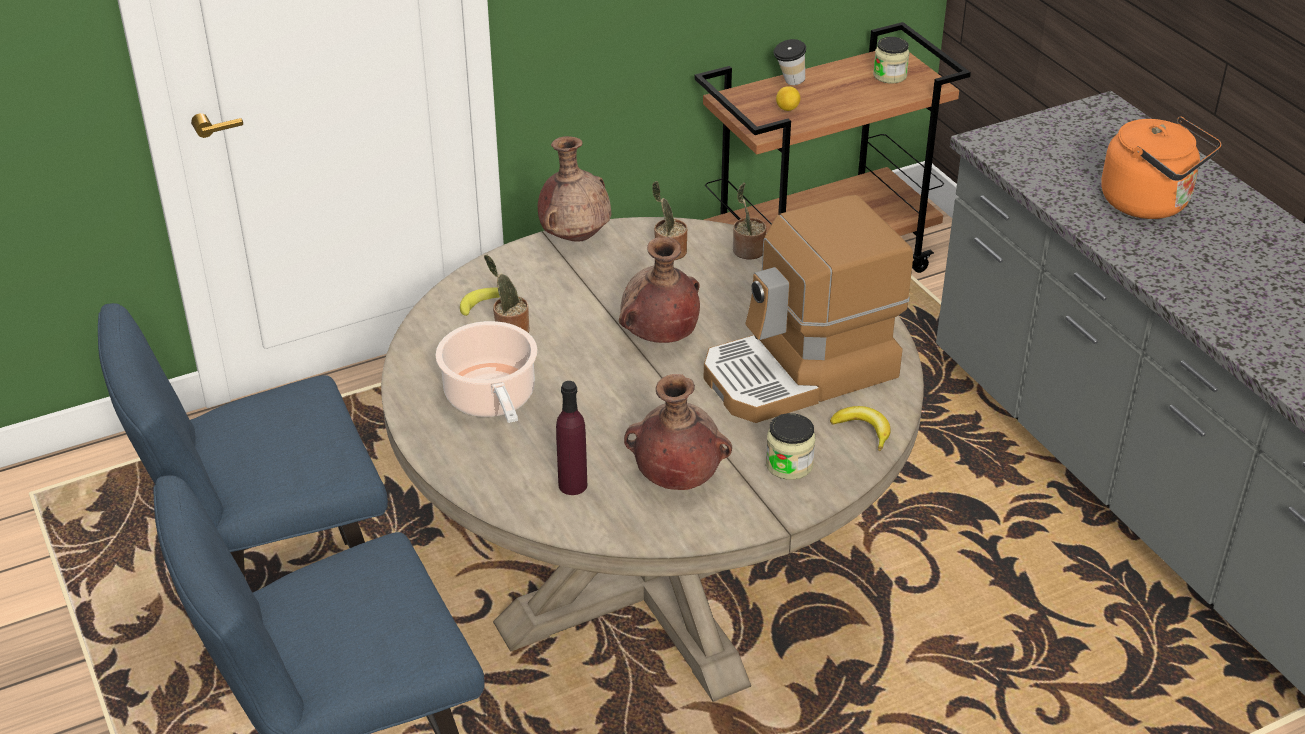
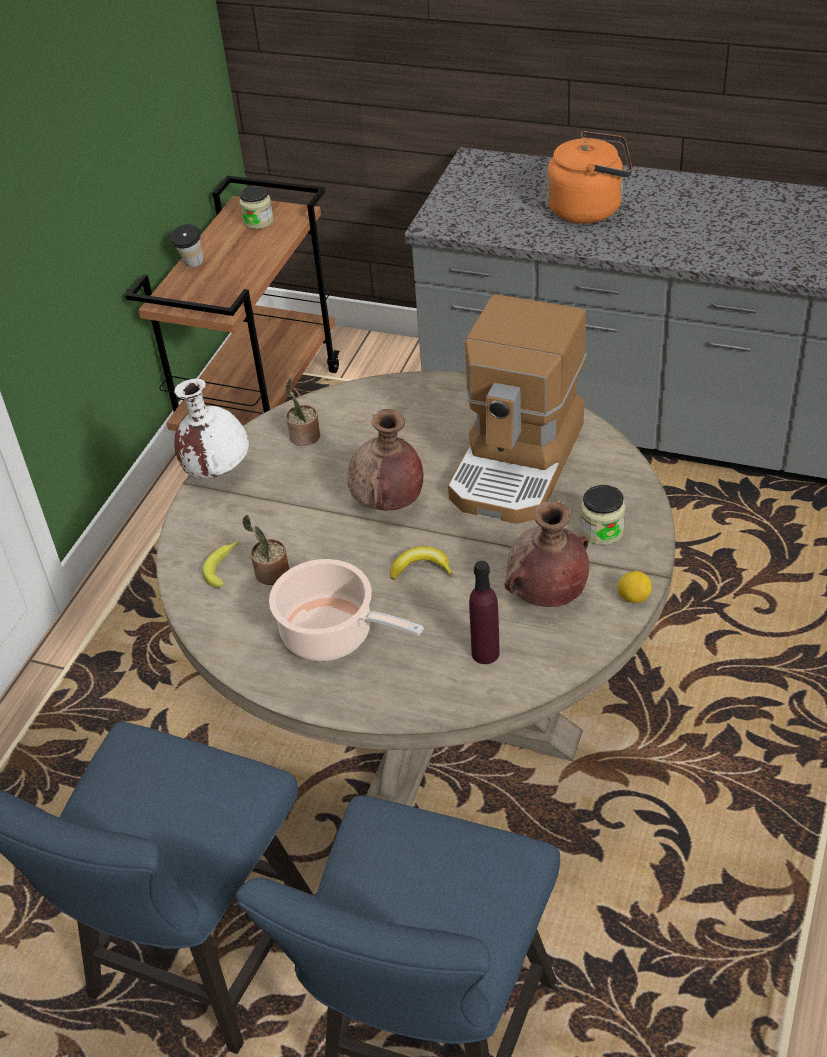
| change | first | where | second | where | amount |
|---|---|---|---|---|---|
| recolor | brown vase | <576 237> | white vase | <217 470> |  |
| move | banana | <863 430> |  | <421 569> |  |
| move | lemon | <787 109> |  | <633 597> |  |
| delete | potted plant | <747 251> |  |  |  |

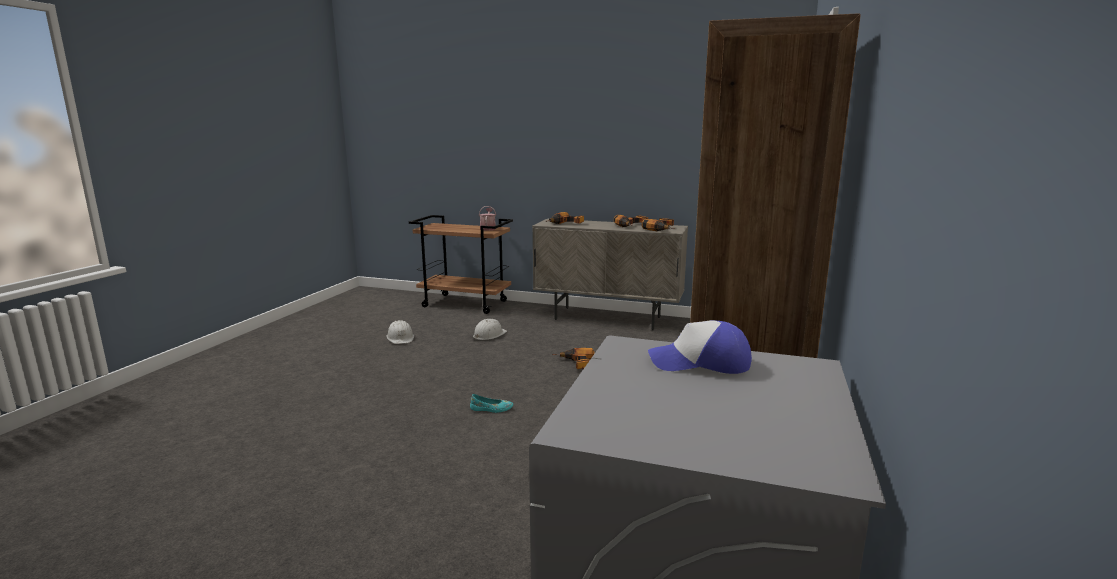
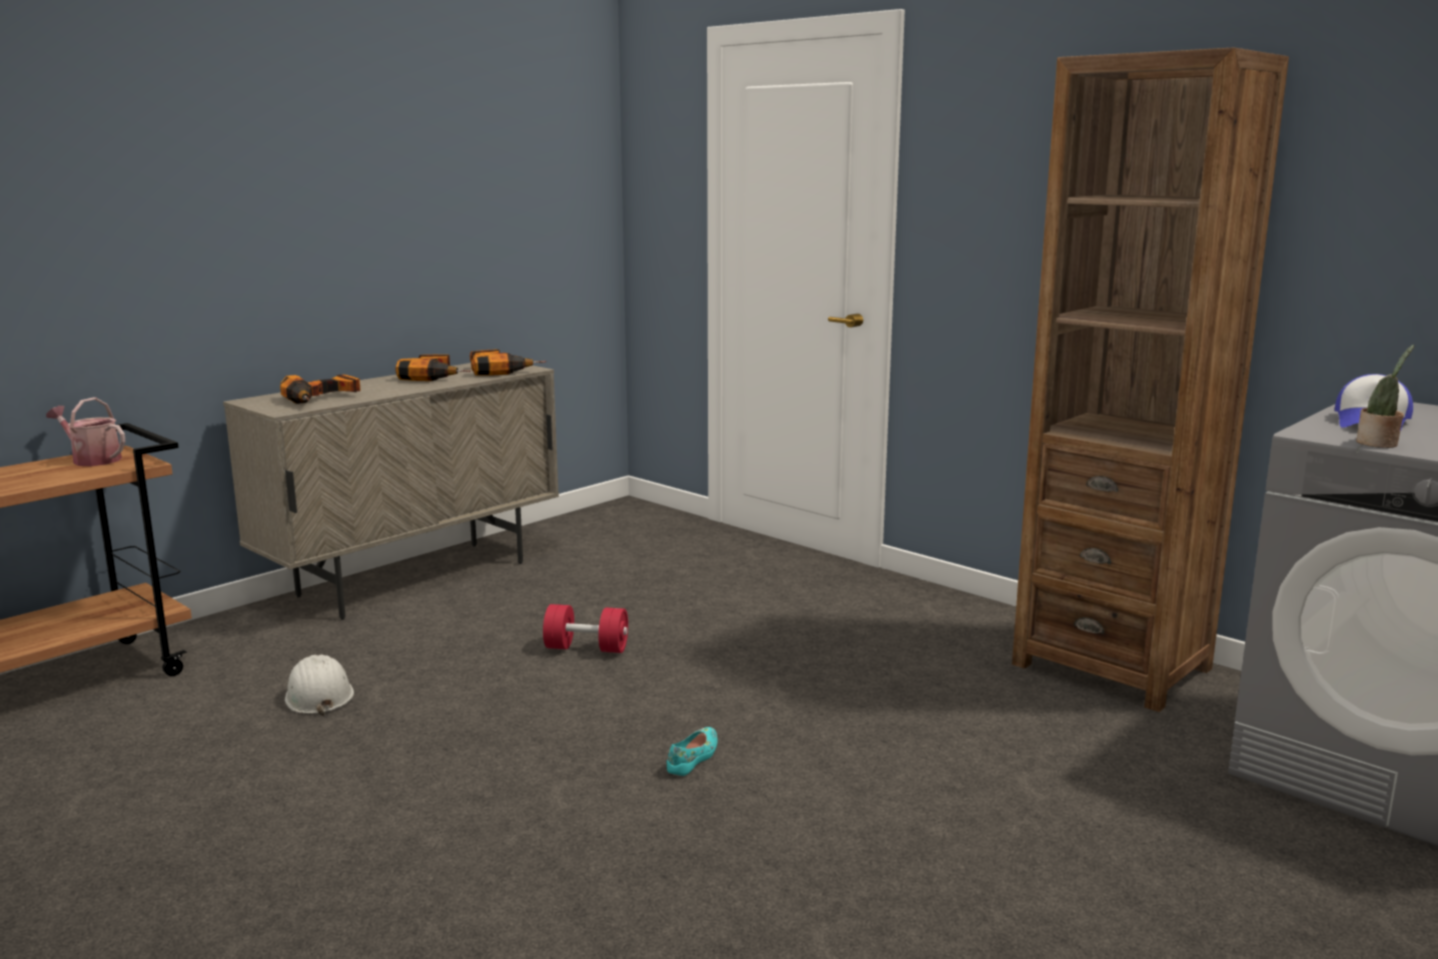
| change | first | where | second | where | amount |
|---|---|---|---|---|---|
| replace | power drill | <577 364> | red dumbbell | <586 648> |  |
| insert |  |  | potted plant | <1379 444> |  |
| delete | white hard hat | <400 338> |  |  |  |

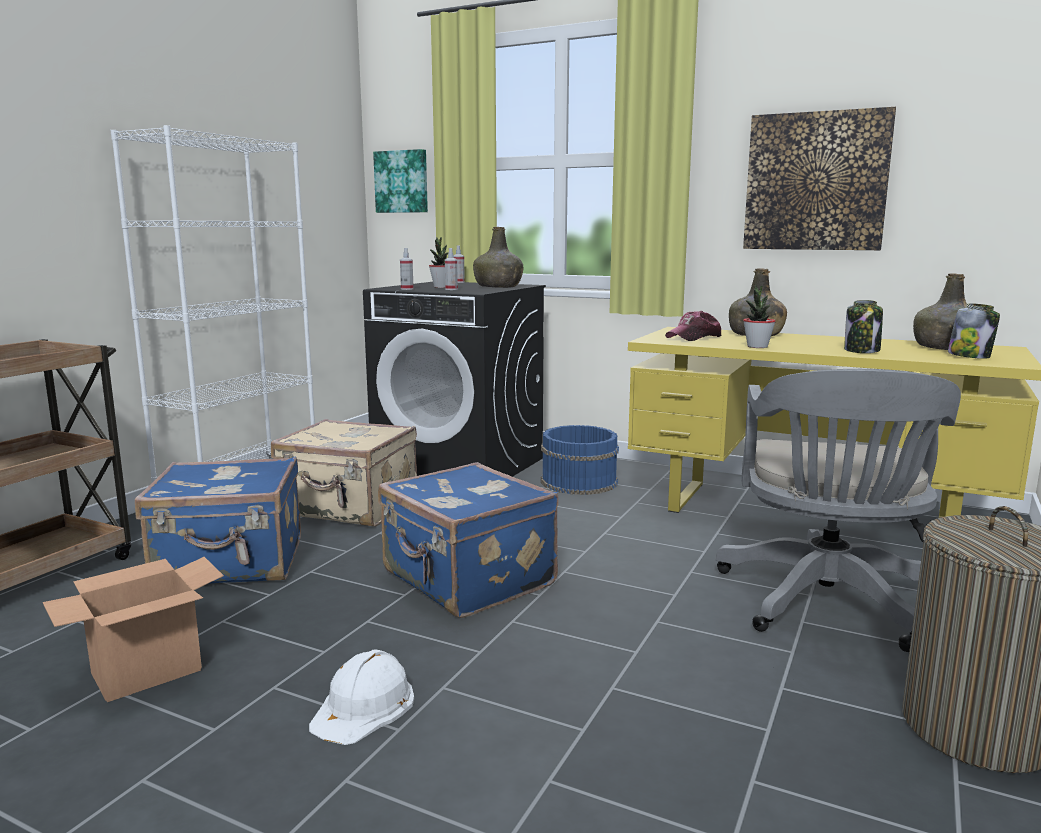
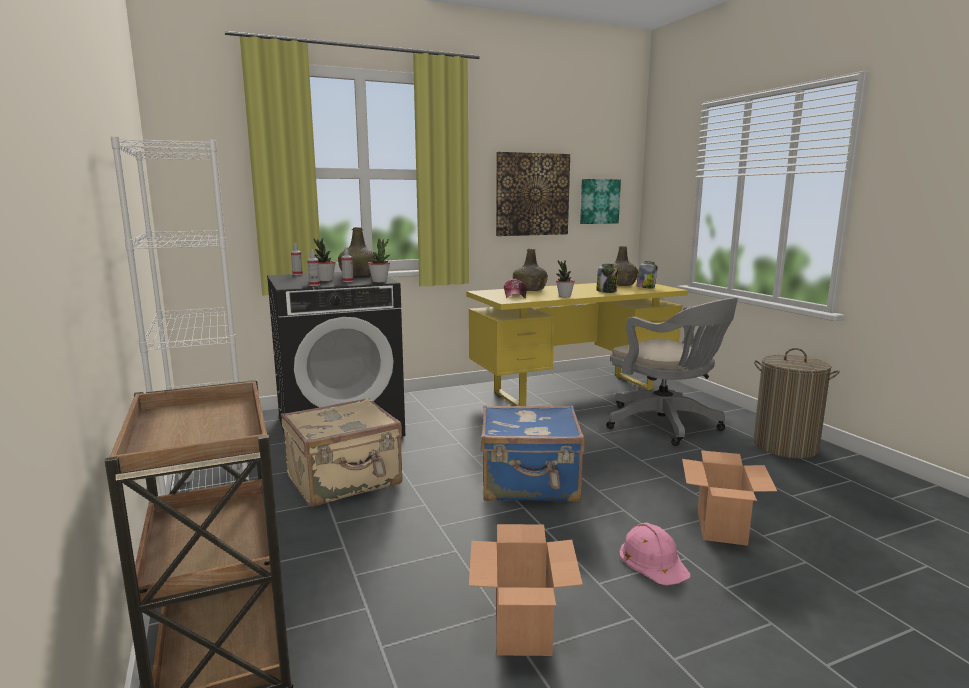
| change | first | where | second | where | amount |
|---|---|---|---|---|---|
| insert |  |  | potted plant | <379 281> |  |
| move | picture | <402 182> |  | <599 201> |  |
| recolor | white hard hat | <364 707> | pink hard hat | <653 560> |  |
| insert |  |  | cardboard box | <721 528> |  |
| delete | blue suitcase | <231 563> |  |  |  |
| delete | blue bucket | <578 481> |  |  |  |

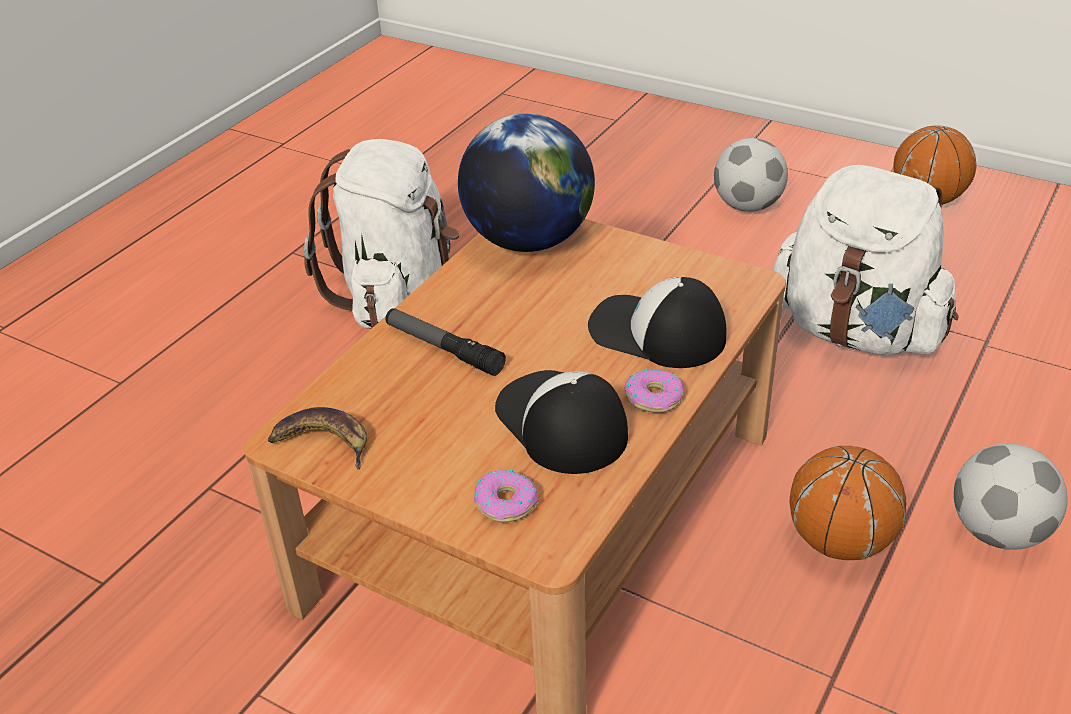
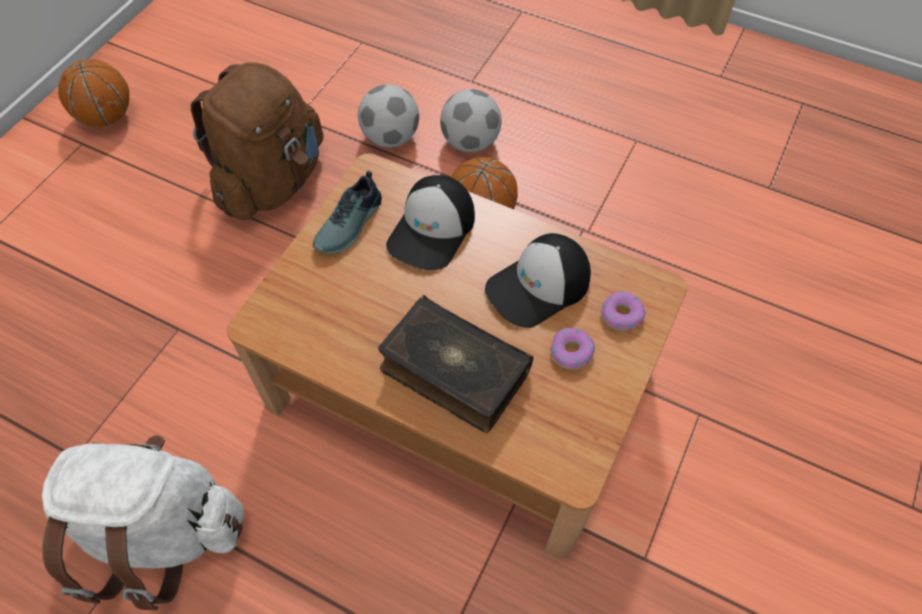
| change | first | where | second | where | amount |
|---|---|---|---|---|---|
| recolor | white backpack | <856 331> | brown backpack | <273 181> |  |
| insert |  |  | shoe | <351 225> |  |
| move | football | <747 206> |  | <390 138> |  |
| replace | flashlight | <443 349> | book | <453 371> |  |
| move | donut | <653 397> |  | <571 352> |  |
| delete | banana | <324 442> |  |  |  |
| delete | globe | <528 240> |  |  |  |

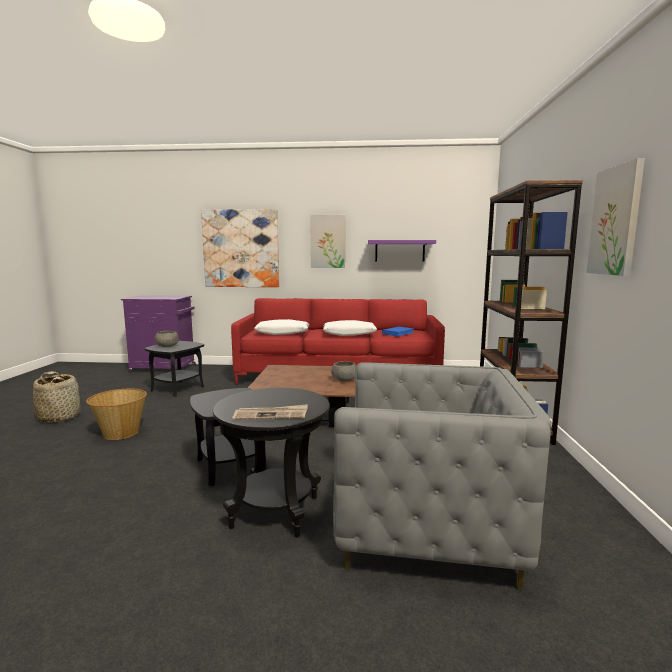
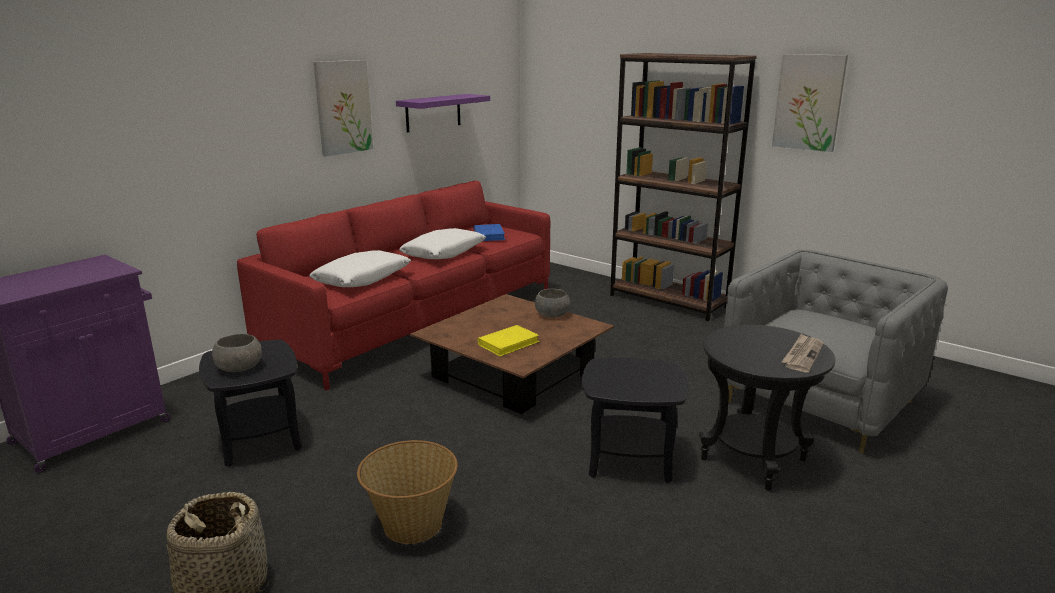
| change | first | where | second | where | amount |
|---|---|---|---|---|---|
| insert |  |  | yellow book | <509 343> |  |
| delete | picture | <241 248> |  |  |  |

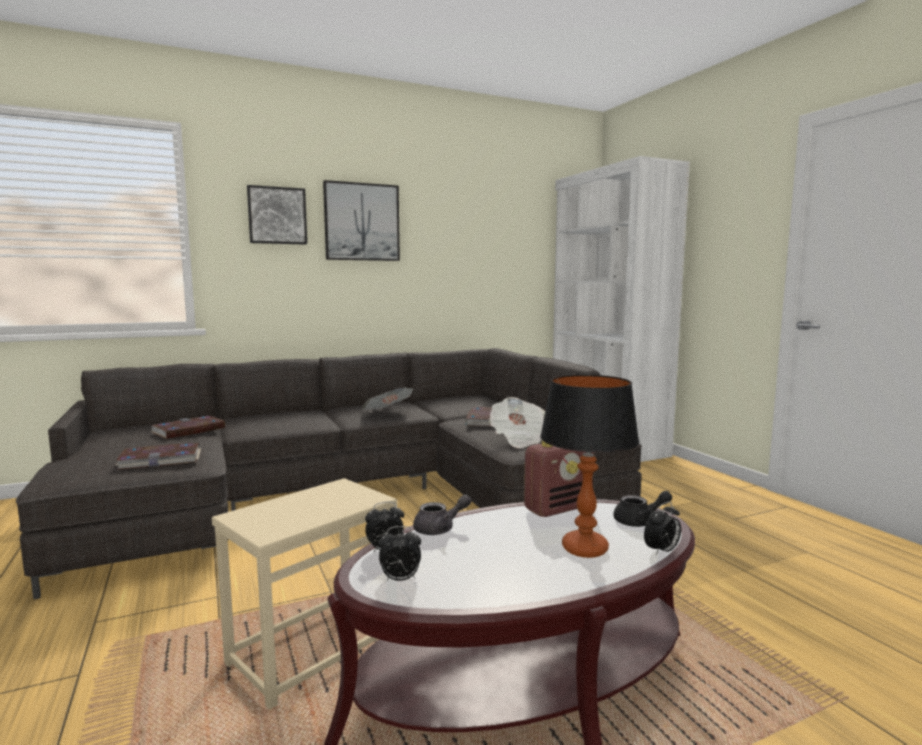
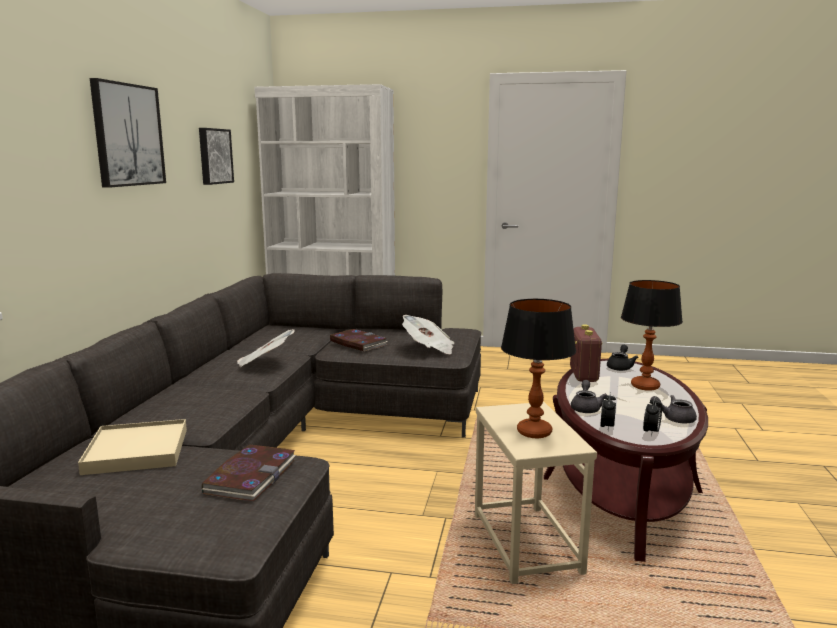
| change | first | where | second | where | amount |
|---|---|---|---|---|---|
| replace | book | <188 430> | beige tray | <137 451> |  |
| move | picture | <277 216> |  | <214 156> |  |
| insert |  |  | table lamp | <534 432> |  |
| insert |  |  | grey teapot | <674 419> |  |
| delete | alarm clock | <662 551> |  |  |  |

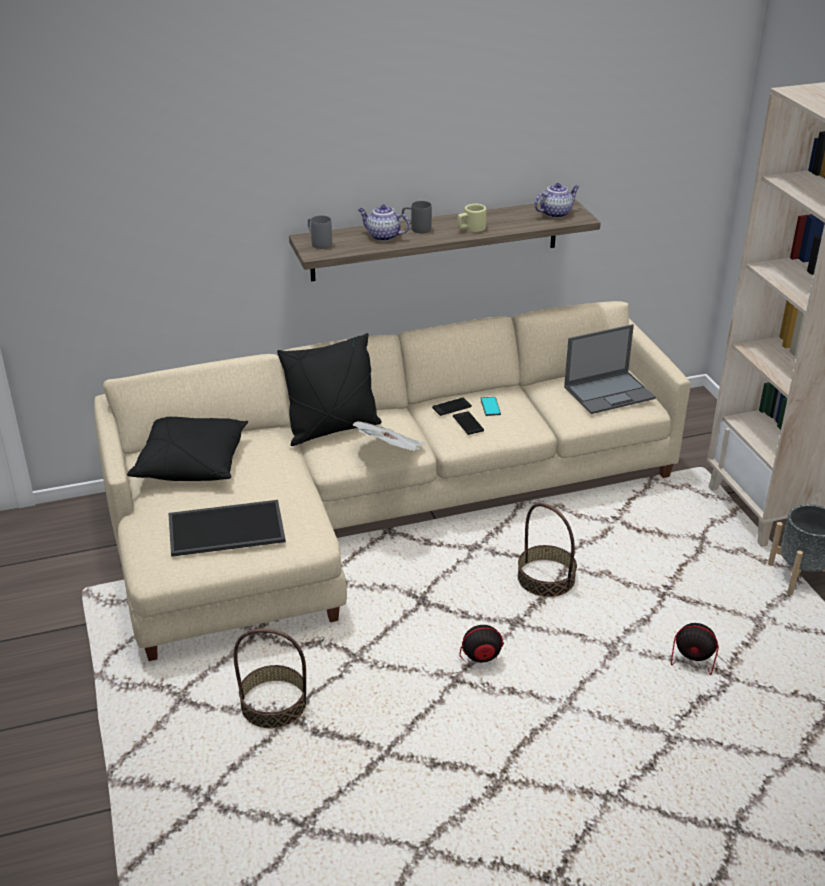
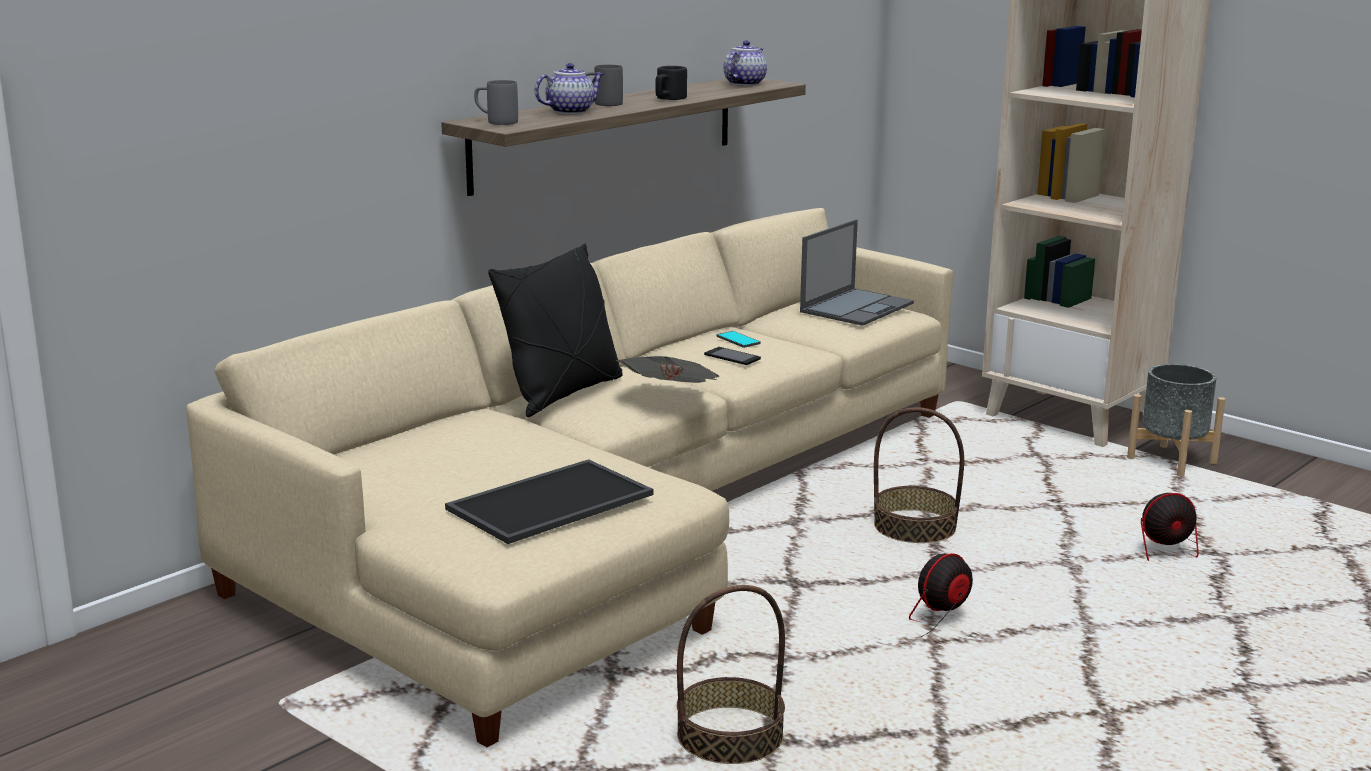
| change | first | where | second | where | amount |
|---|---|---|---|---|---|
| rotate | teapot | <383 236> |  | <570 111> | 150 degrees clockwise |
| recolor | beige mug | <470 229> | black mug | <668 98> |  |
| delete | black pillow | <191 463> |  |  |  |
| delete | phone | <451 407> |  |  |  |

